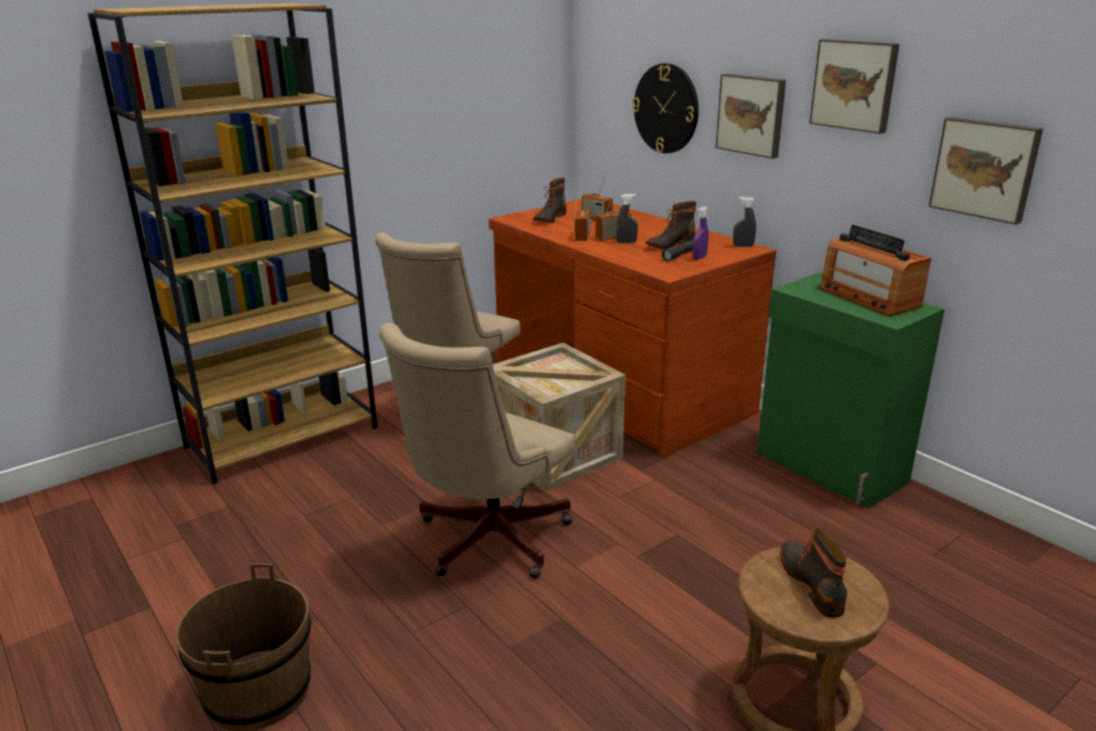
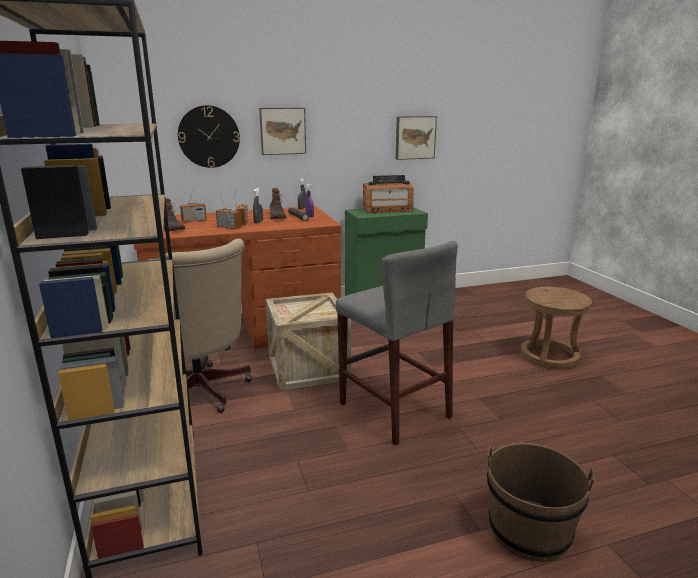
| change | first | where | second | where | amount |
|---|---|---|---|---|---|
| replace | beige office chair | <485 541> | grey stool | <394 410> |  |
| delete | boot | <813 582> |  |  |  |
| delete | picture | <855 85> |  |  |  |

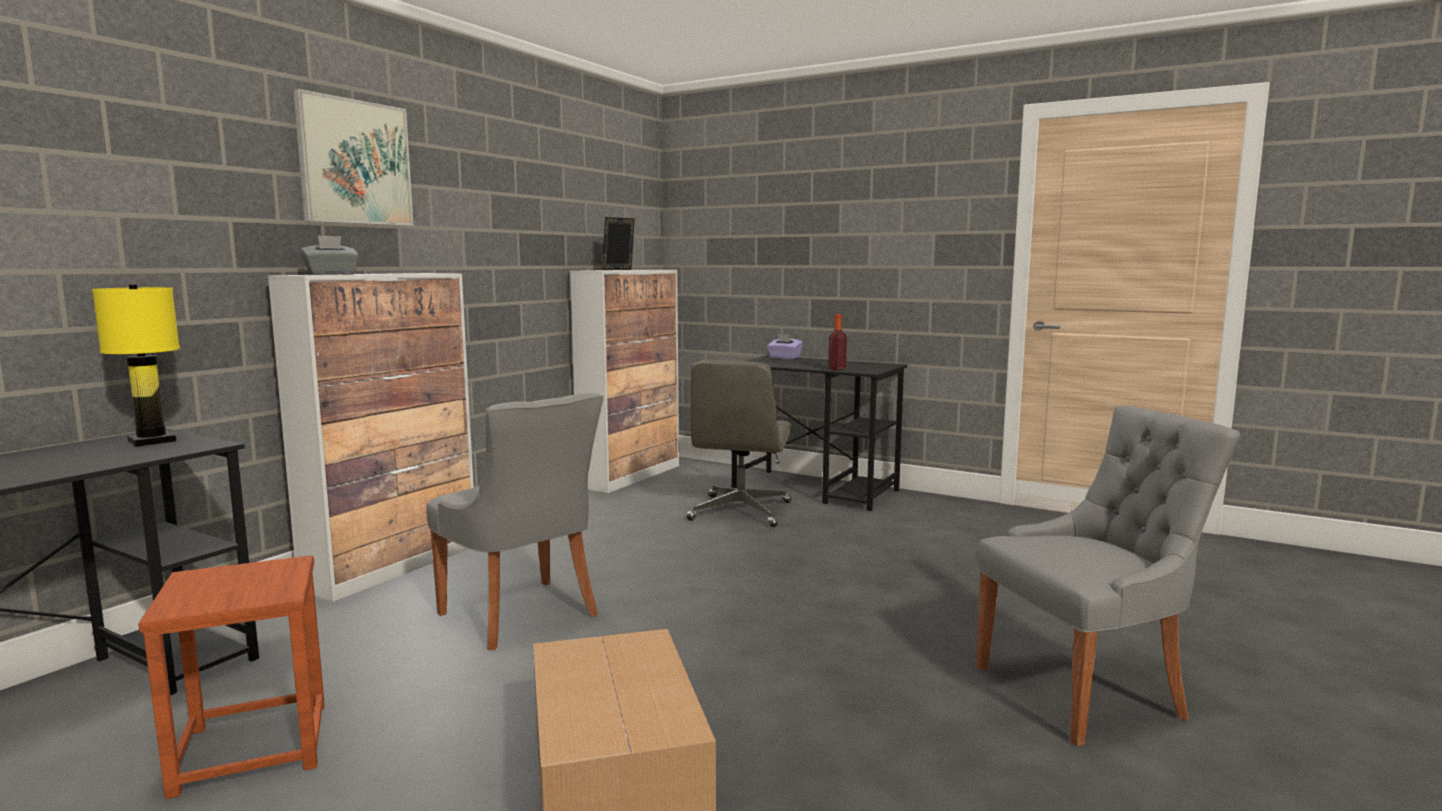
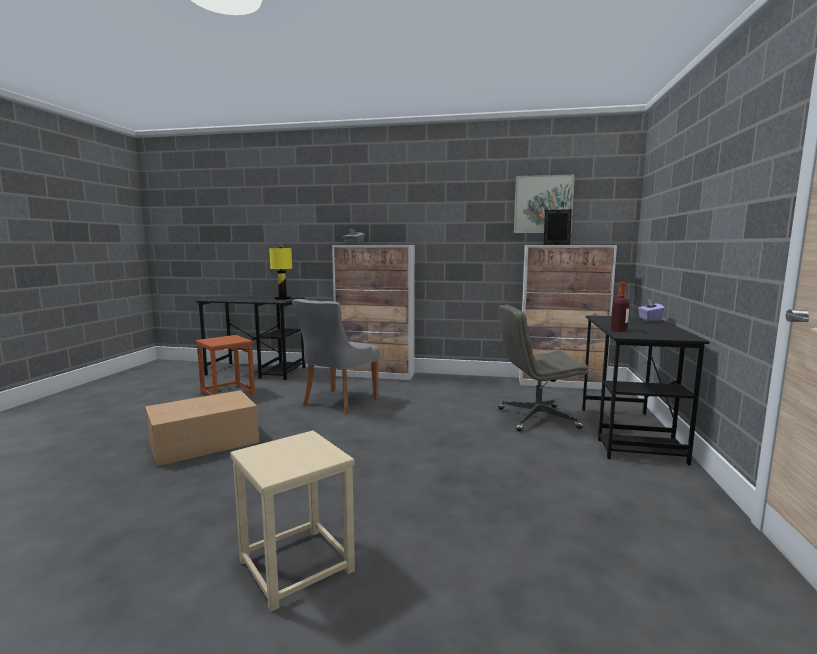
| change | first | where | second | where | amount |
|---|---|---|---|---|---|
| replace | grey chair | <1085 691> | beige stool | <296 566> |  |
| move | picture | <355 162> |  | <543 204> |  |

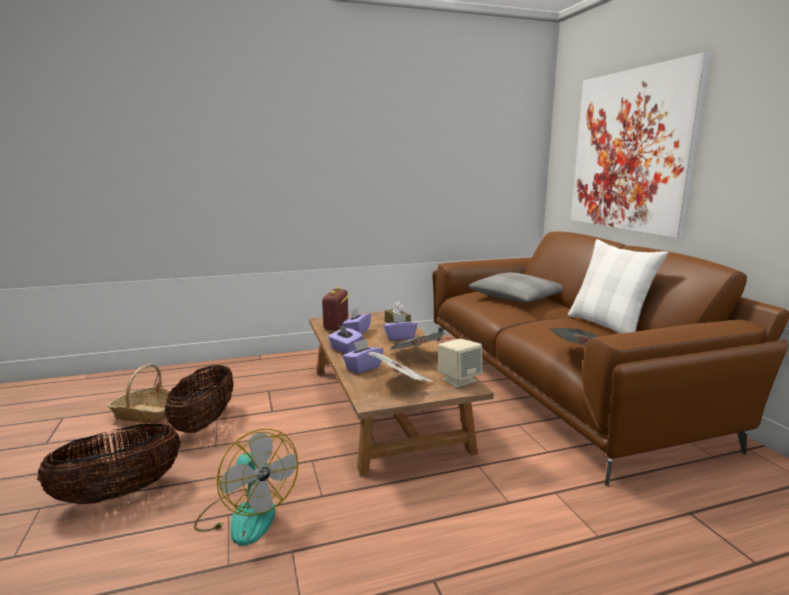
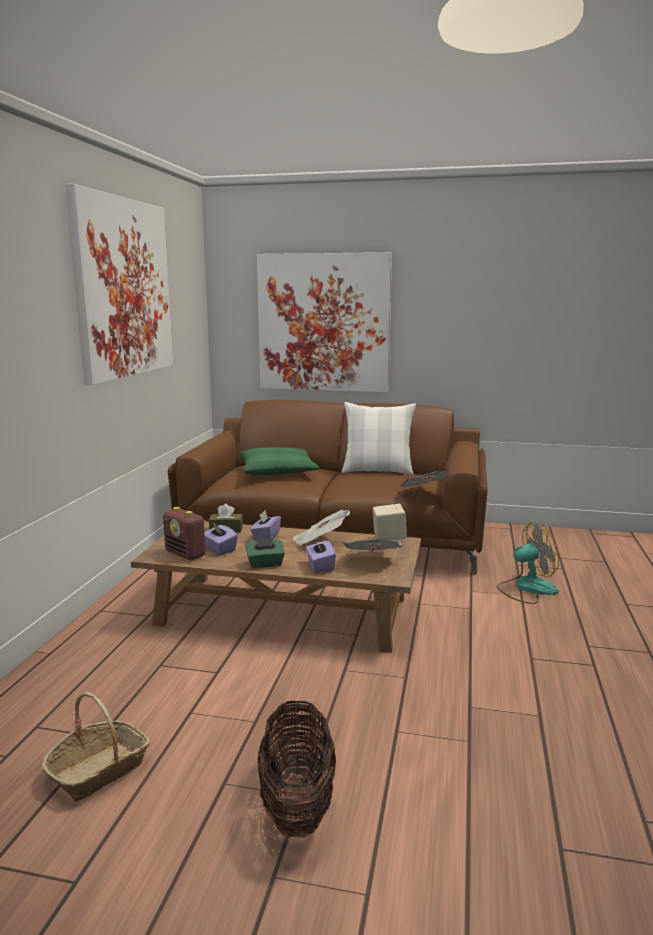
| change | first | where | second | where | amount |
|---|---|---|---|---|---|
| insert |  |  | picture | <124 288> |  |
| recolor | grey pillow | <518 298> | green pillow | <278 471> |  |
| recolor | purple tissue box | <345 350> | green tissue box | <265 564> |  |
| move | fan | <246 515> |  | <527 588> |  |
| delete | basket | <204 422> |  |  |  |

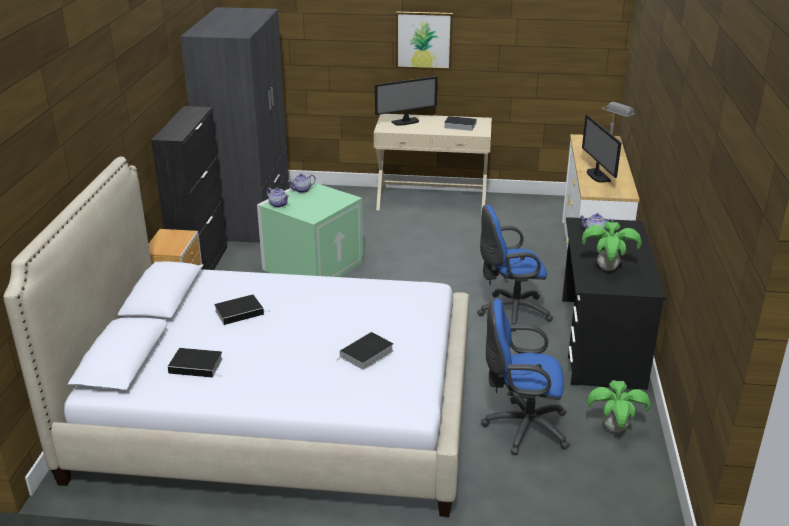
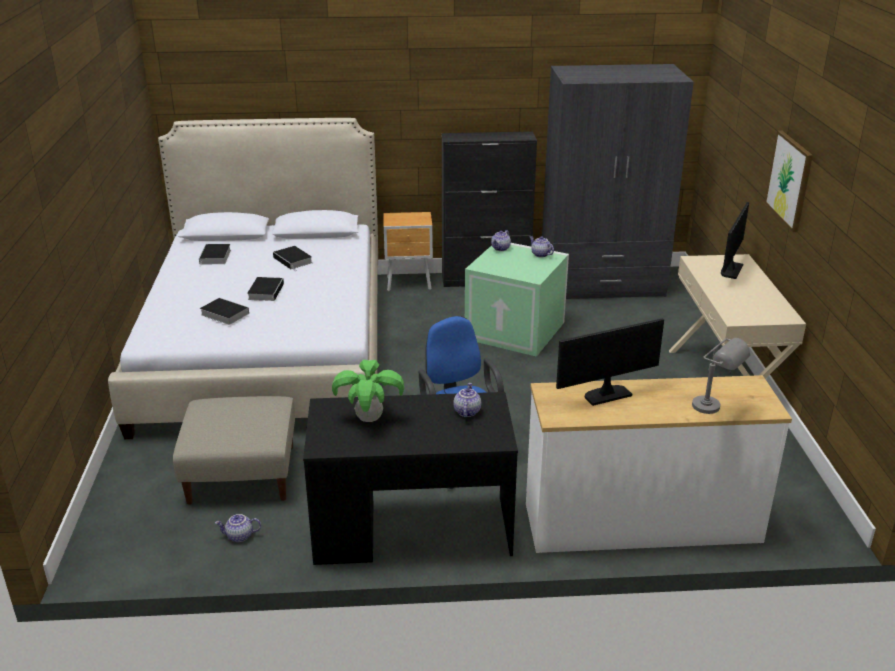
| change | first | where | second | where | amount |
|---|---|---|---|---|---|
| replace | blue office chair | <522 427> | beige ottoman | <242 473> |  |
| replace | potted plant | <614 429> | teapot | <239 536> |  |
| move | book | <459 125> |  | <266 291> |  |
| rotate | monitor | <406 122> |  | <730 270> | 60 degrees clockwise |

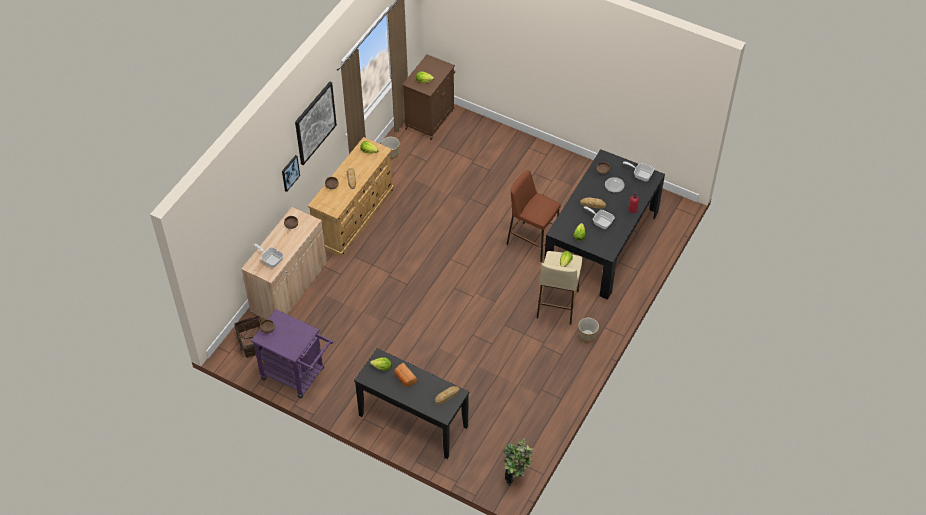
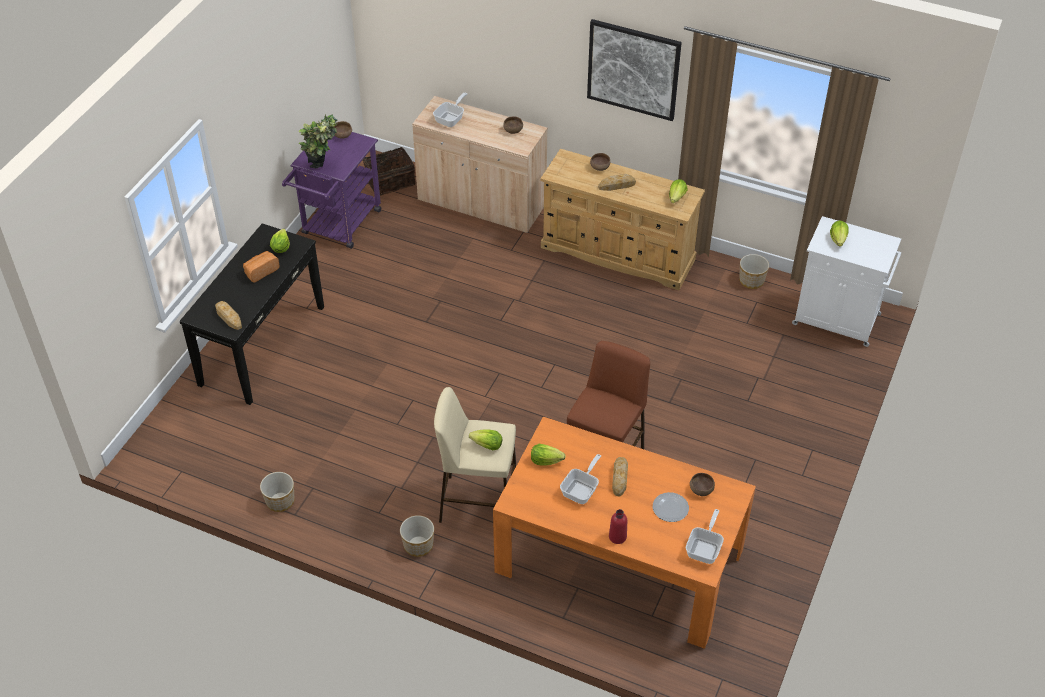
| change | first | where | second | where | amount |
|---|---|---|---|---|---|
| insert |  |  | planter | <280 501> |  |
| move | potted plant | <516 476> |  | <324 172> |  |
| recolor | black dining table | <601 241> | orange dining table | <620 560> |  |
| recolor | brown cabinet | <430 119> | white cabinet | <838 320> |  |
| delete | picture | <290 173> |  |  |  |

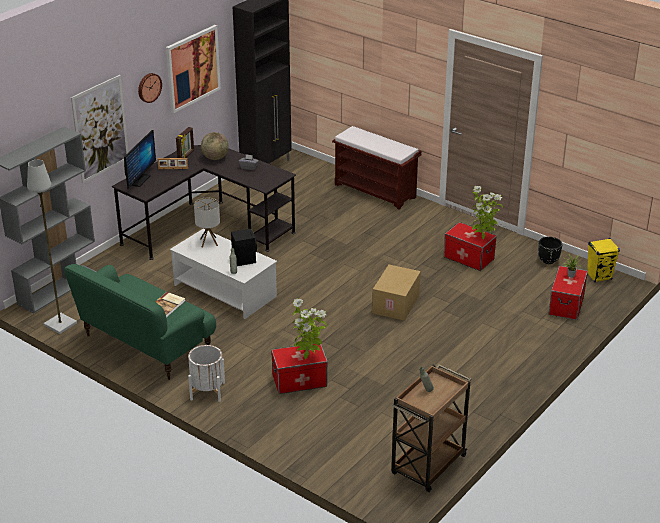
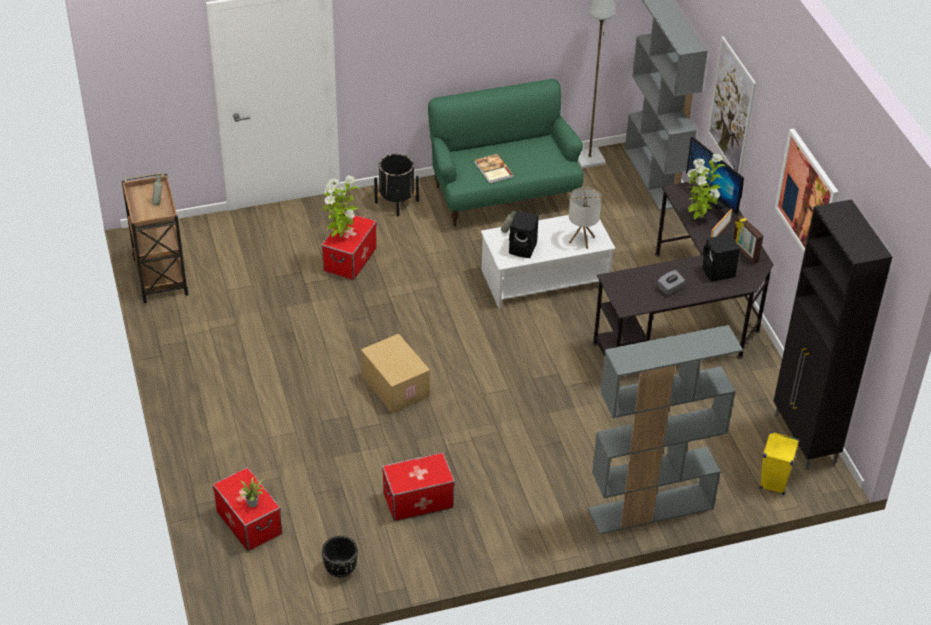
| change | first | where | second | where | amount |
|---|---|---|---|---|---|
| recolor | white planter | <207 391> | black planter | <396 202> |  |
| replace | brown bench | <376 191> | grey bookcase | <650 509> |  |
| move | potted plant | <483 237> |  | <698 218> |  |
| replace | globe | <215 158> | black speaker | <718 273> |  |
| move | yellow speaker | <599 276> |  | <774 482> |  |
| delete | wall clock | <149 87> |  |  |  |

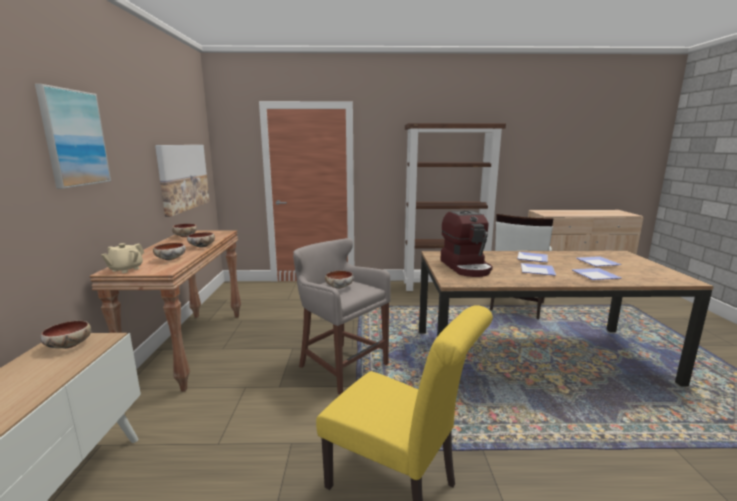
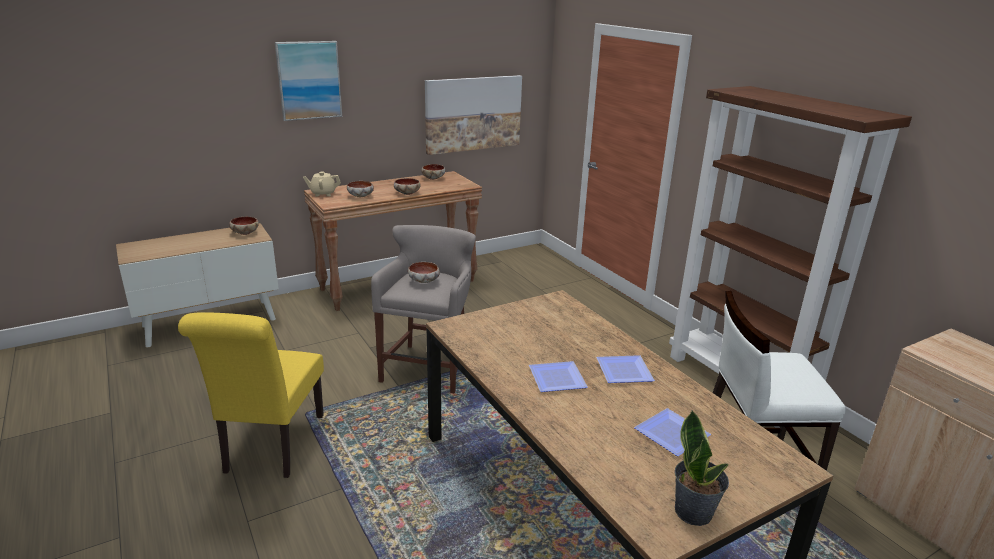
| change | first | where | second | where | amount |
|---|---|---|---|---|---|
| insert |  |  | potted plant | <694 511> |  |
| delete | coffee machine | <466 267> |  |  |  |
| delete | plate | <595 276> |  |  |  |

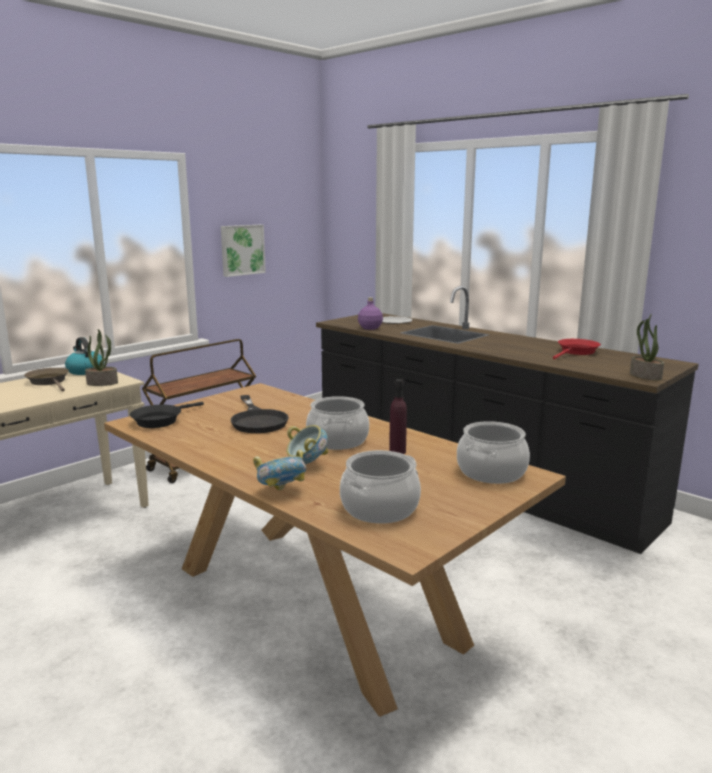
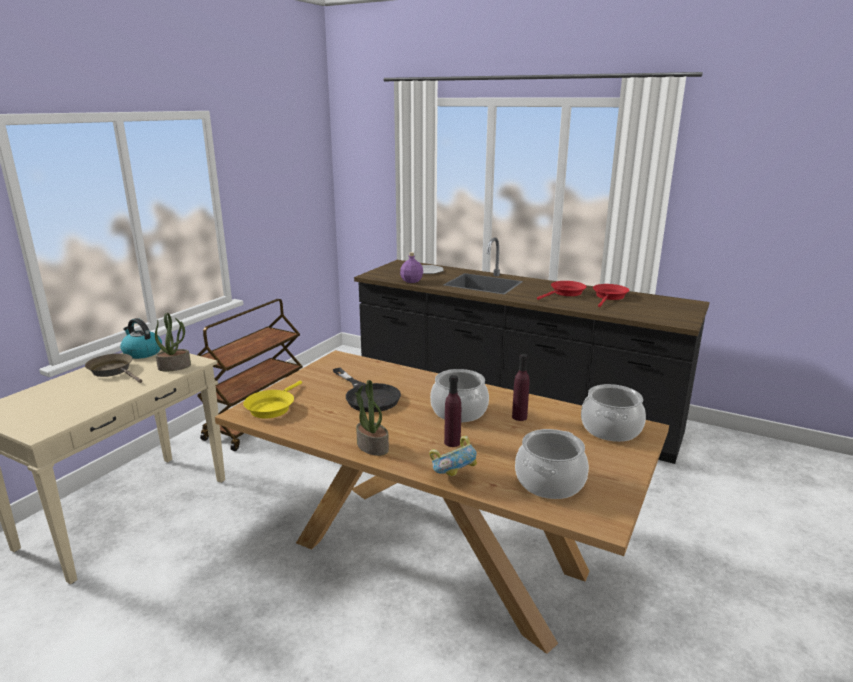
| change | first | where | second | where | amount |
|---|---|---|---|---|---|
| recolor | black frying pan | <160 420> | yellow frying pan | <272 407> |  |
| move | potted plant | <644 376> |  | <371 447> |  |
| replace | bowl | <307 465> | purple bottle | <452 442> |  |
| insert |  |  | red frying pan | <565 293> |  |
| delete | picture | <242 250> |  |  |  |

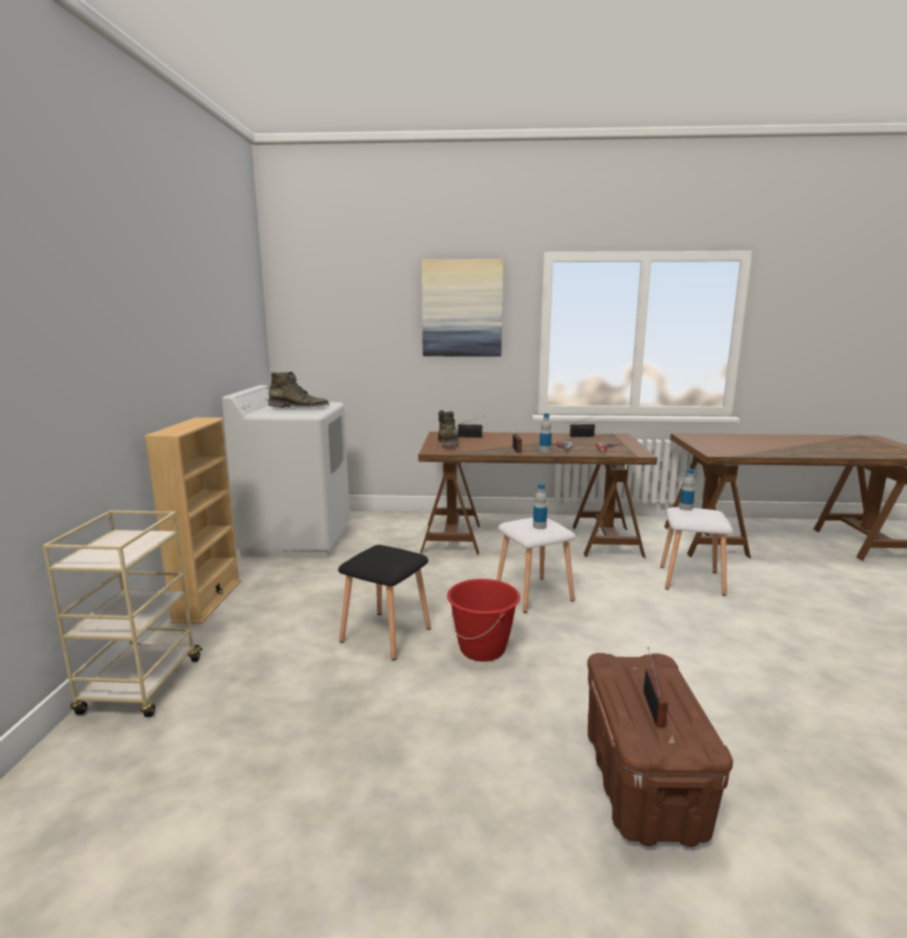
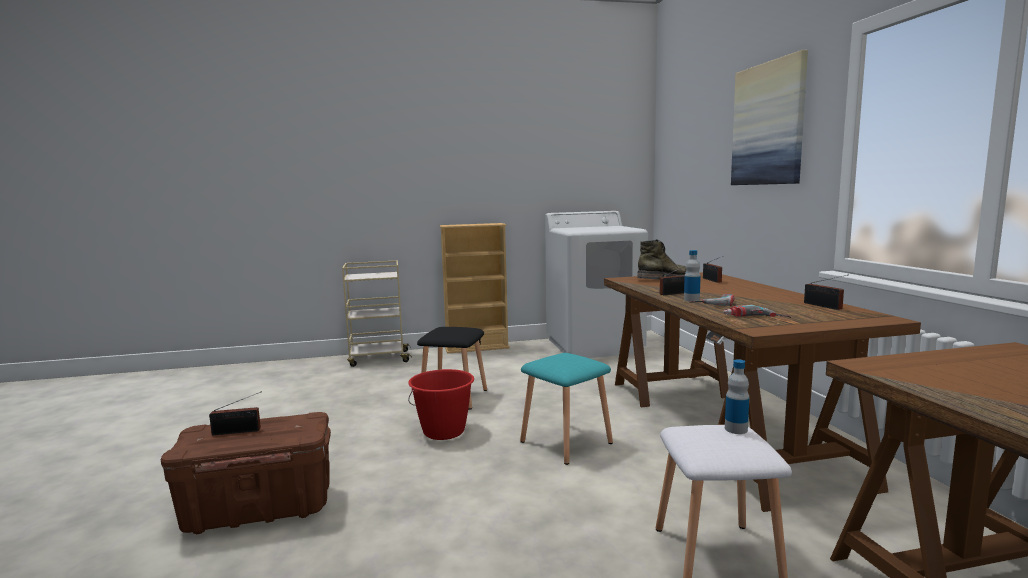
| change | first | where | second | where | amount |
|---|---|---|---|---|---|
| recolor | white stool | <533 594> | turquoise stool | <564 442> |  |
| delete | green boot | <299 408> |  |  |  |
| delete | bottle | <539 526> |  |  |  |

